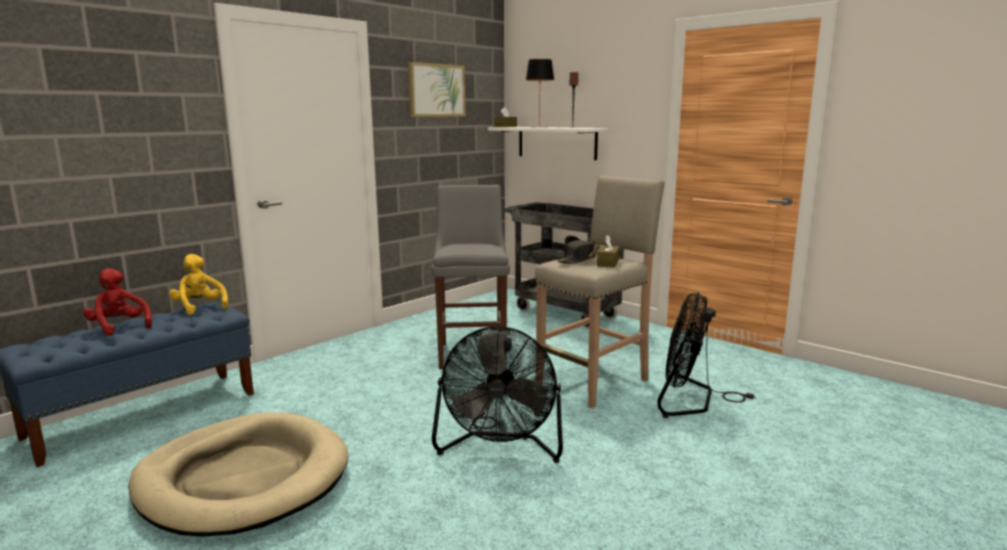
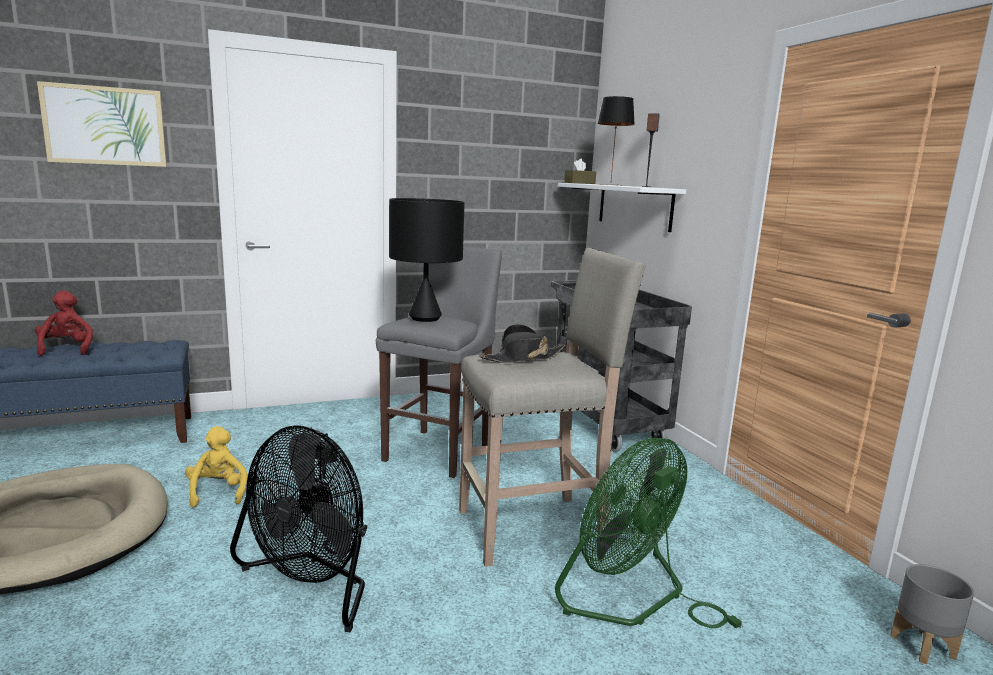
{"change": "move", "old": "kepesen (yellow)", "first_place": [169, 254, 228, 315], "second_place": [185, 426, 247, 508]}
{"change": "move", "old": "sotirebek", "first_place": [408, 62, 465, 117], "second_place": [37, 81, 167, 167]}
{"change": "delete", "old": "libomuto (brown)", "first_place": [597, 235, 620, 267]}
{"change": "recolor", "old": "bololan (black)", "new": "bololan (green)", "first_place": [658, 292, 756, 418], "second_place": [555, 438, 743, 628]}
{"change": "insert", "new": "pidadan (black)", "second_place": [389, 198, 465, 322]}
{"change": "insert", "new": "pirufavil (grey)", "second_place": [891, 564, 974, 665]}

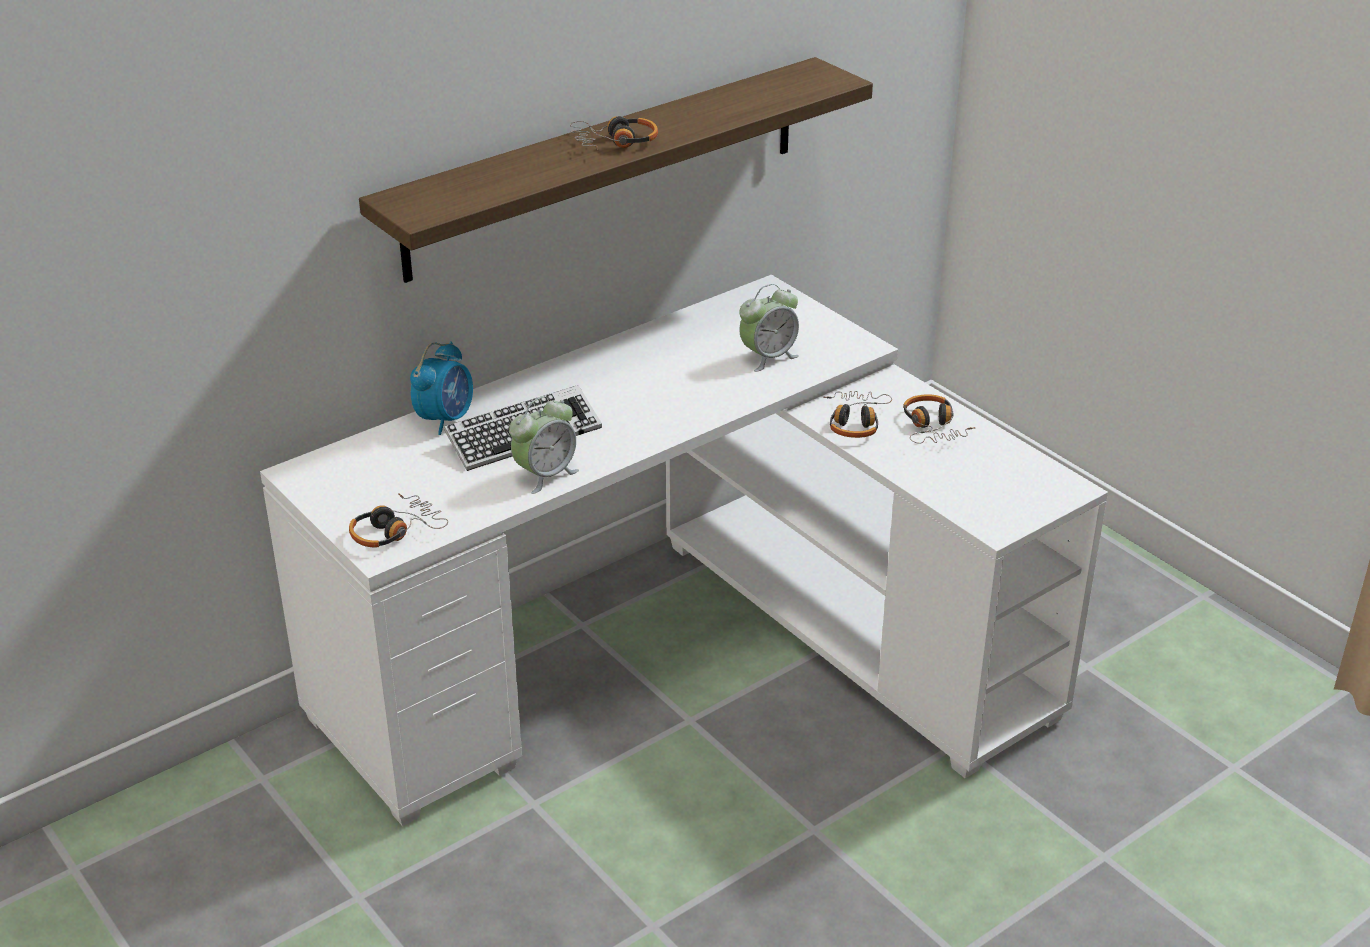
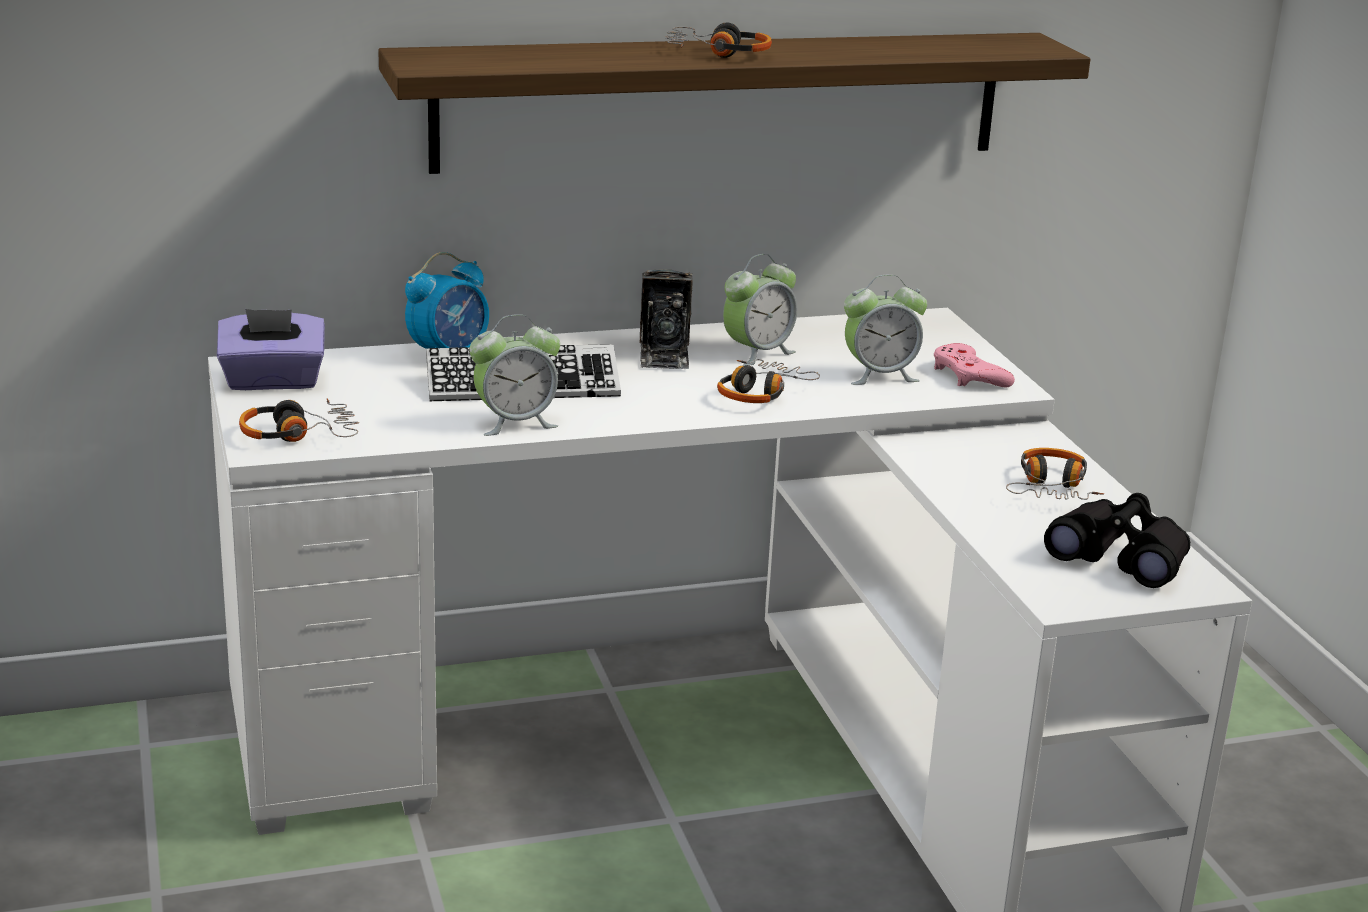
{"change": "move", "old": "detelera", "first_place": [823, 391, 892, 438], "second_place": [717, 359, 820, 403]}
{"change": "insert", "new": "libomuto (purple)", "second_place": [217, 309, 325, 390]}
{"change": "insert", "new": "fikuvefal", "second_place": [640, 269, 693, 369]}
{"change": "insert", "new": "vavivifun", "second_place": [723, 254, 797, 366]}
{"change": "insert", "new": "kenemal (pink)", "second_place": [934, 343, 1015, 388]}
{"change": "insert", "new": "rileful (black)", "second_place": [1044, 493, 1190, 588]}

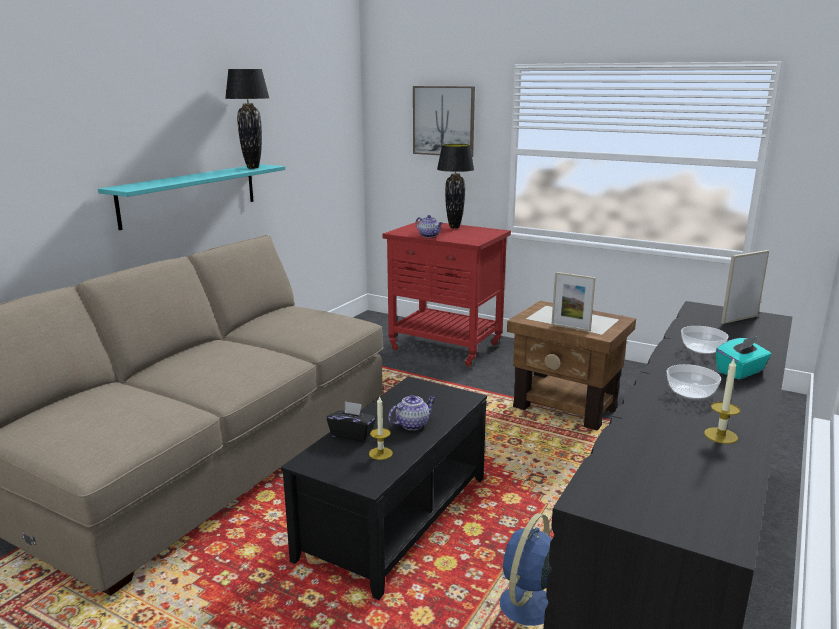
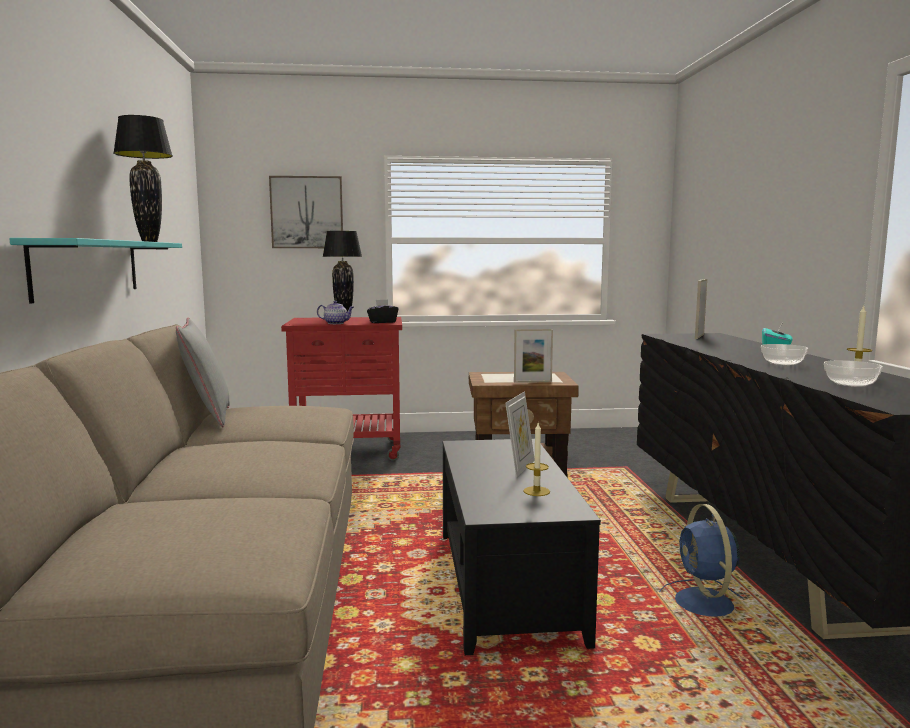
{"change": "move", "old": "libomuto (black)", "first_place": [327, 401, 376, 442], "second_place": [367, 299, 398, 323]}
{"change": "replace", "old": "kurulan", "new": "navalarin", "first_place": [388, 395, 436, 430], "second_place": [505, 392, 535, 477]}
{"change": "move", "old": "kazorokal", "first_place": [681, 326, 728, 354], "second_place": [824, 360, 883, 387]}
{"change": "insert", "new": "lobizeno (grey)", "second_place": [176, 317, 230, 428]}

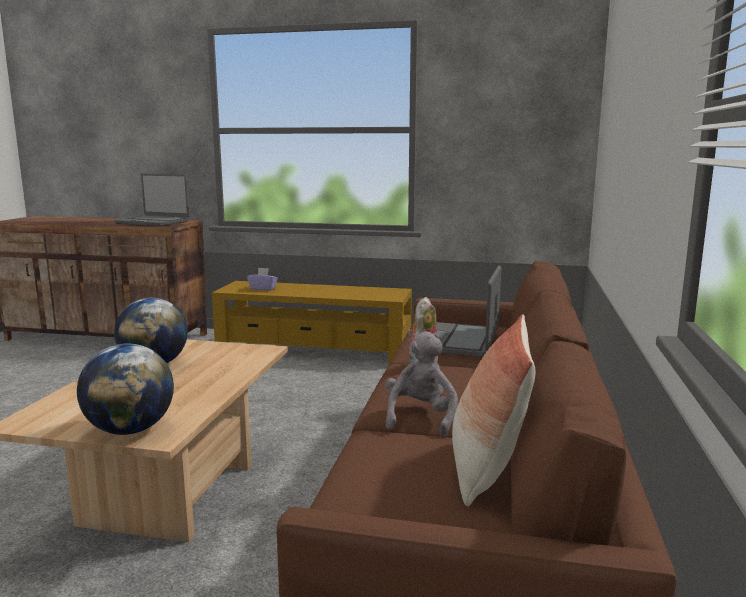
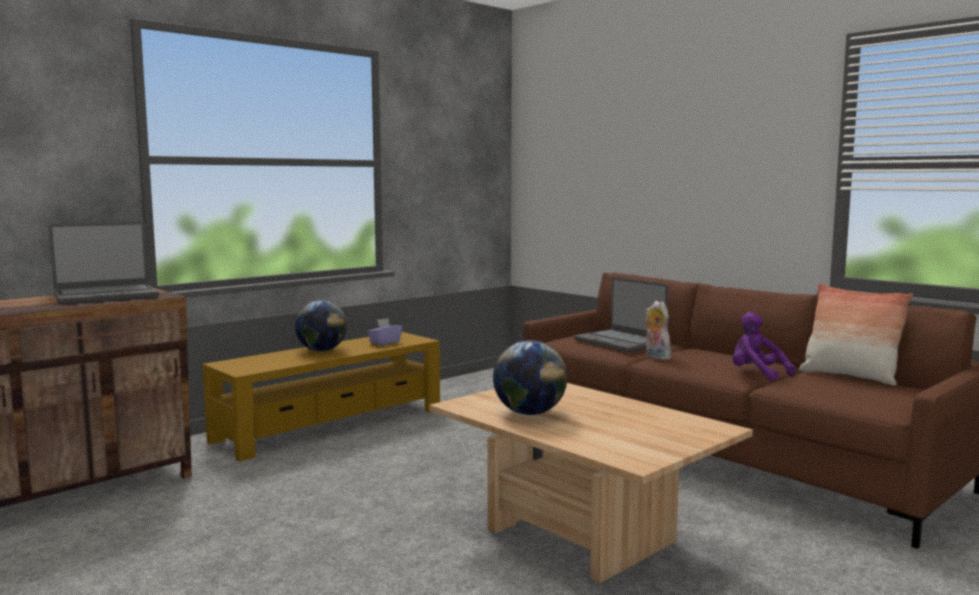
{"change": "move", "old": "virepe", "first_place": [77, 343, 174, 435], "second_place": [295, 300, 347, 351]}
{"change": "move", "old": "libomuto (purple)", "first_place": [247, 268, 278, 291], "second_place": [367, 318, 402, 345]}
{"change": "recolor", "old": "kepesen (grey)", "new": "kepesen (purple)", "first_place": [386, 331, 458, 437], "second_place": [732, 312, 795, 381]}

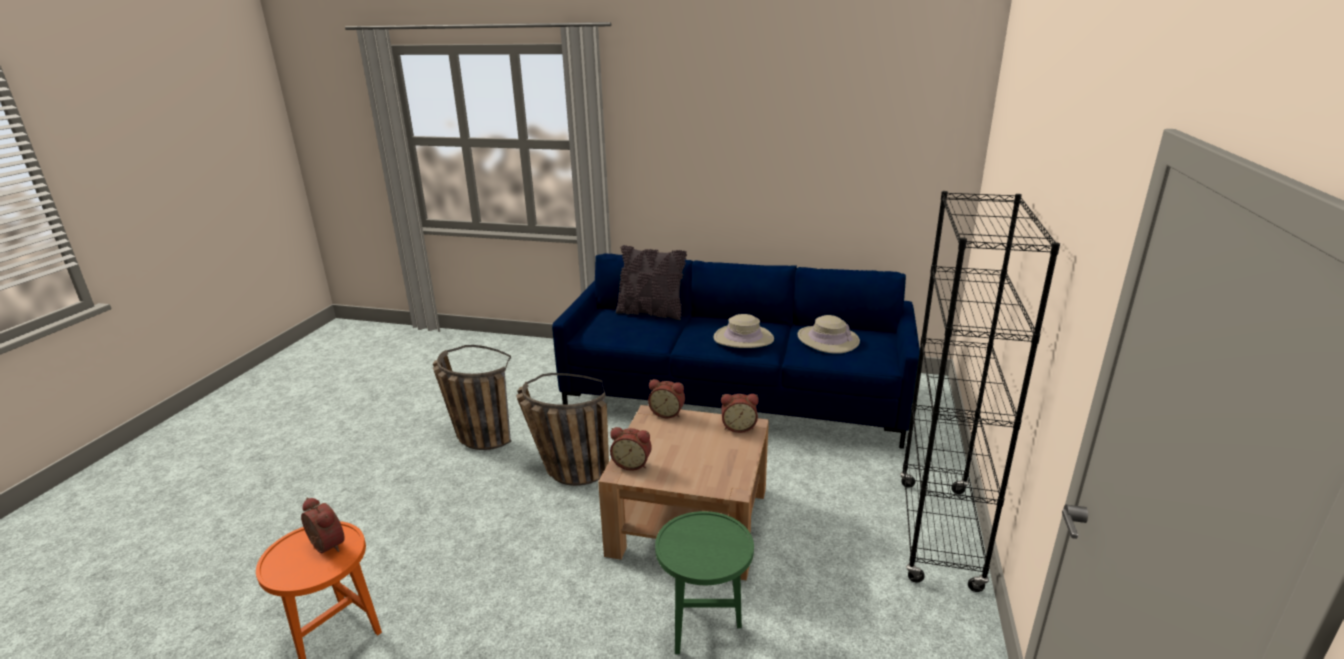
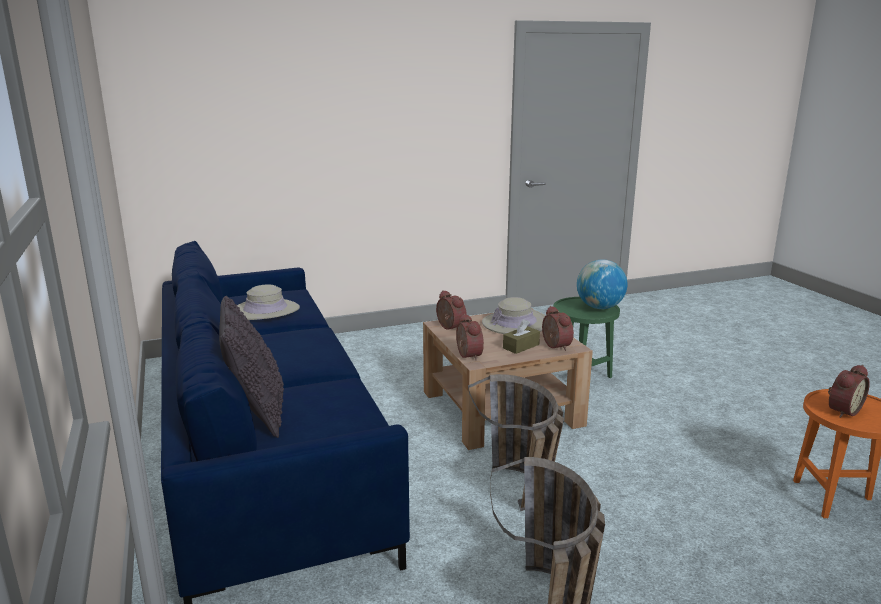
{"change": "rotate", "old": "vavivifun", "first_place": [301, 497, 345, 554], "second_place": [828, 365, 870, 418], "degrees": -135}
{"change": "move", "old": "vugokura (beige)", "first_place": [713, 314, 774, 348], "second_place": [482, 297, 546, 334]}
{"change": "delete", "old": "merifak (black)", "first_place": [900, 191, 1060, 592]}
{"change": "insert", "new": "libomuto (brown)", "second_place": [503, 319, 540, 354]}
{"change": "insert", "new": "virepe", "second_place": [577, 259, 628, 309]}

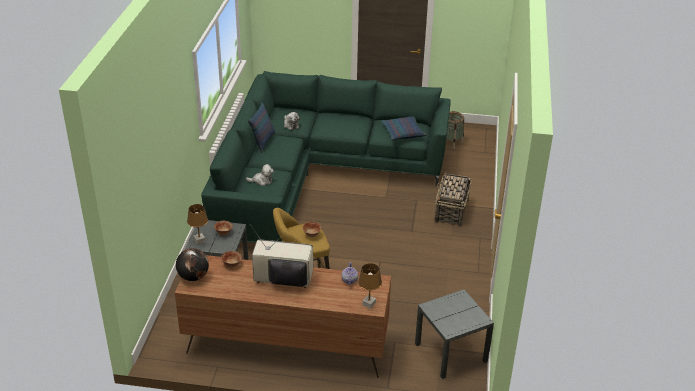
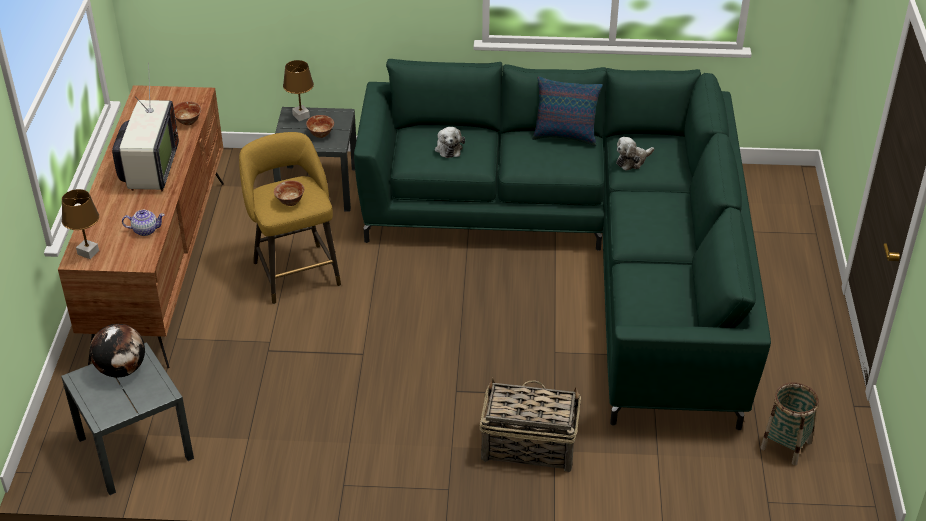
{"change": "move", "old": "virepe", "first_place": [176, 248, 209, 281], "second_place": [90, 324, 145, 378]}
{"change": "delete", "old": "lobizeno (blue)", "first_place": [382, 116, 427, 140]}

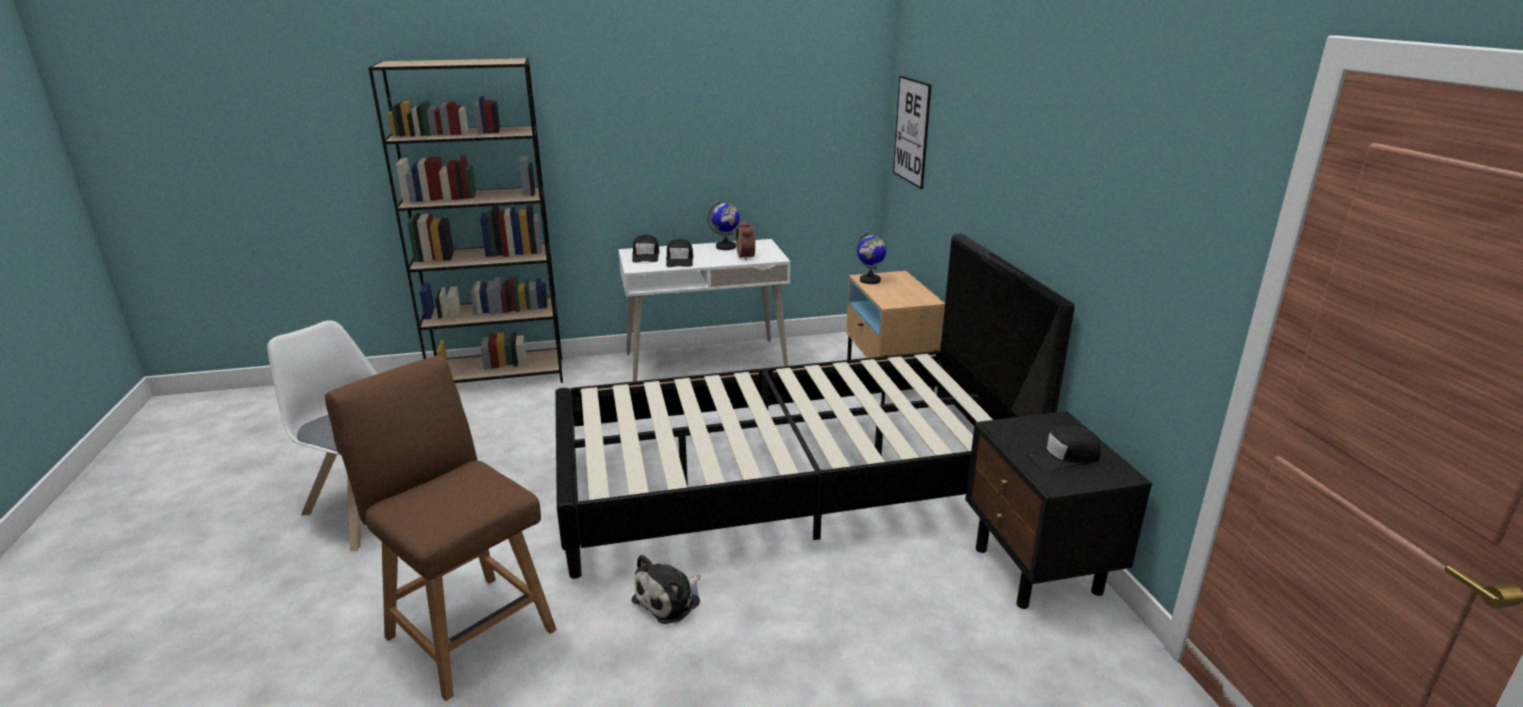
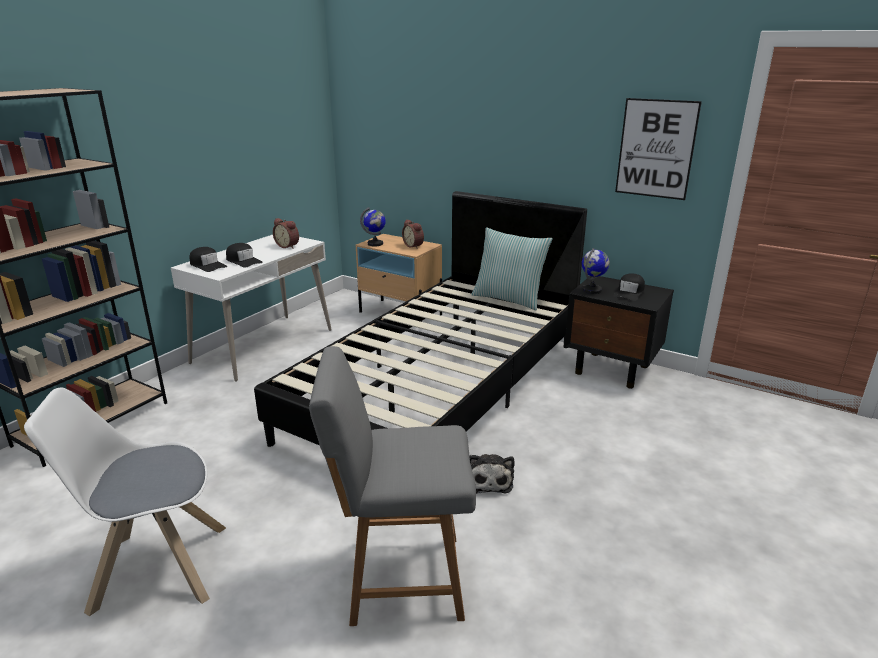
{"change": "recolor", "old": "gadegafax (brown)", "new": "gadegafax (grey)", "first_place": [325, 355, 557, 701], "second_place": [309, 346, 476, 626]}
{"change": "move", "old": "virepe", "first_place": [707, 200, 740, 250], "second_place": [582, 248, 609, 294]}
{"change": "move", "old": "sotirebek", "first_place": [893, 76, 932, 189], "second_place": [615, 98, 702, 200]}
{"change": "insert", "new": "vavivifun", "second_place": [402, 219, 424, 249]}
{"change": "insert", "new": "lobizeno", "second_place": [471, 227, 553, 311]}

